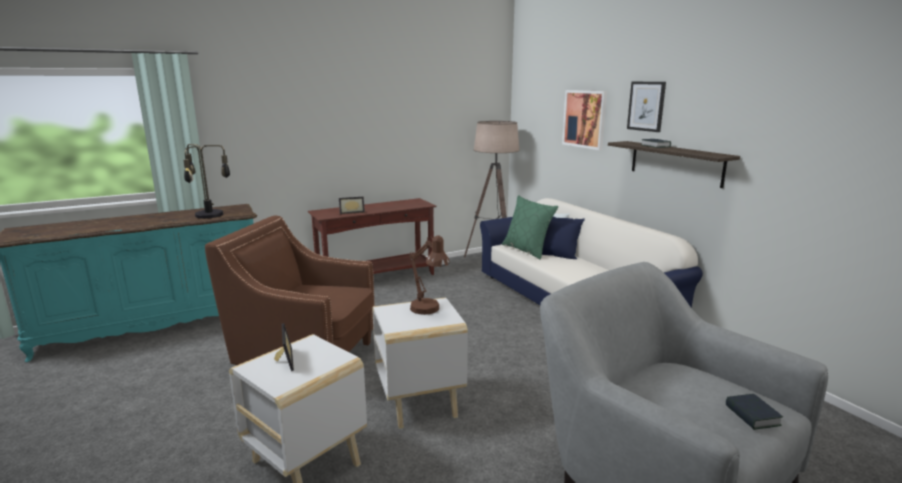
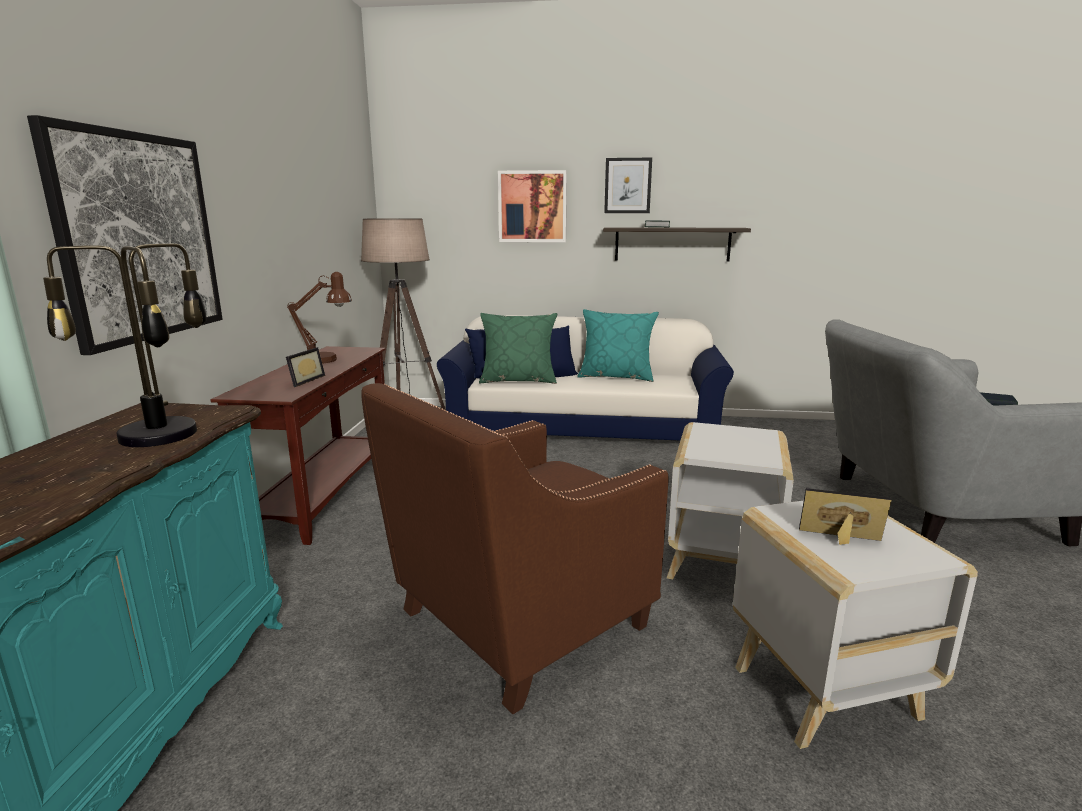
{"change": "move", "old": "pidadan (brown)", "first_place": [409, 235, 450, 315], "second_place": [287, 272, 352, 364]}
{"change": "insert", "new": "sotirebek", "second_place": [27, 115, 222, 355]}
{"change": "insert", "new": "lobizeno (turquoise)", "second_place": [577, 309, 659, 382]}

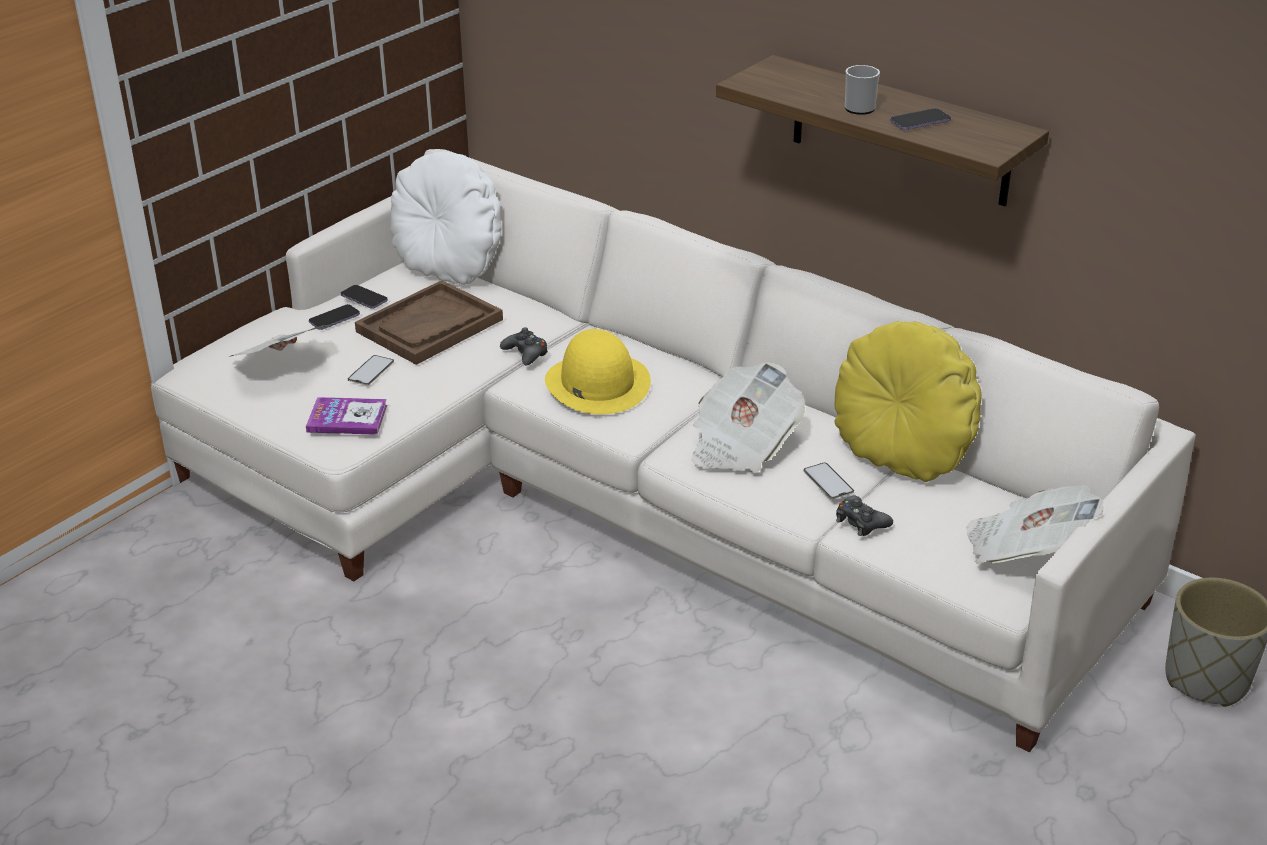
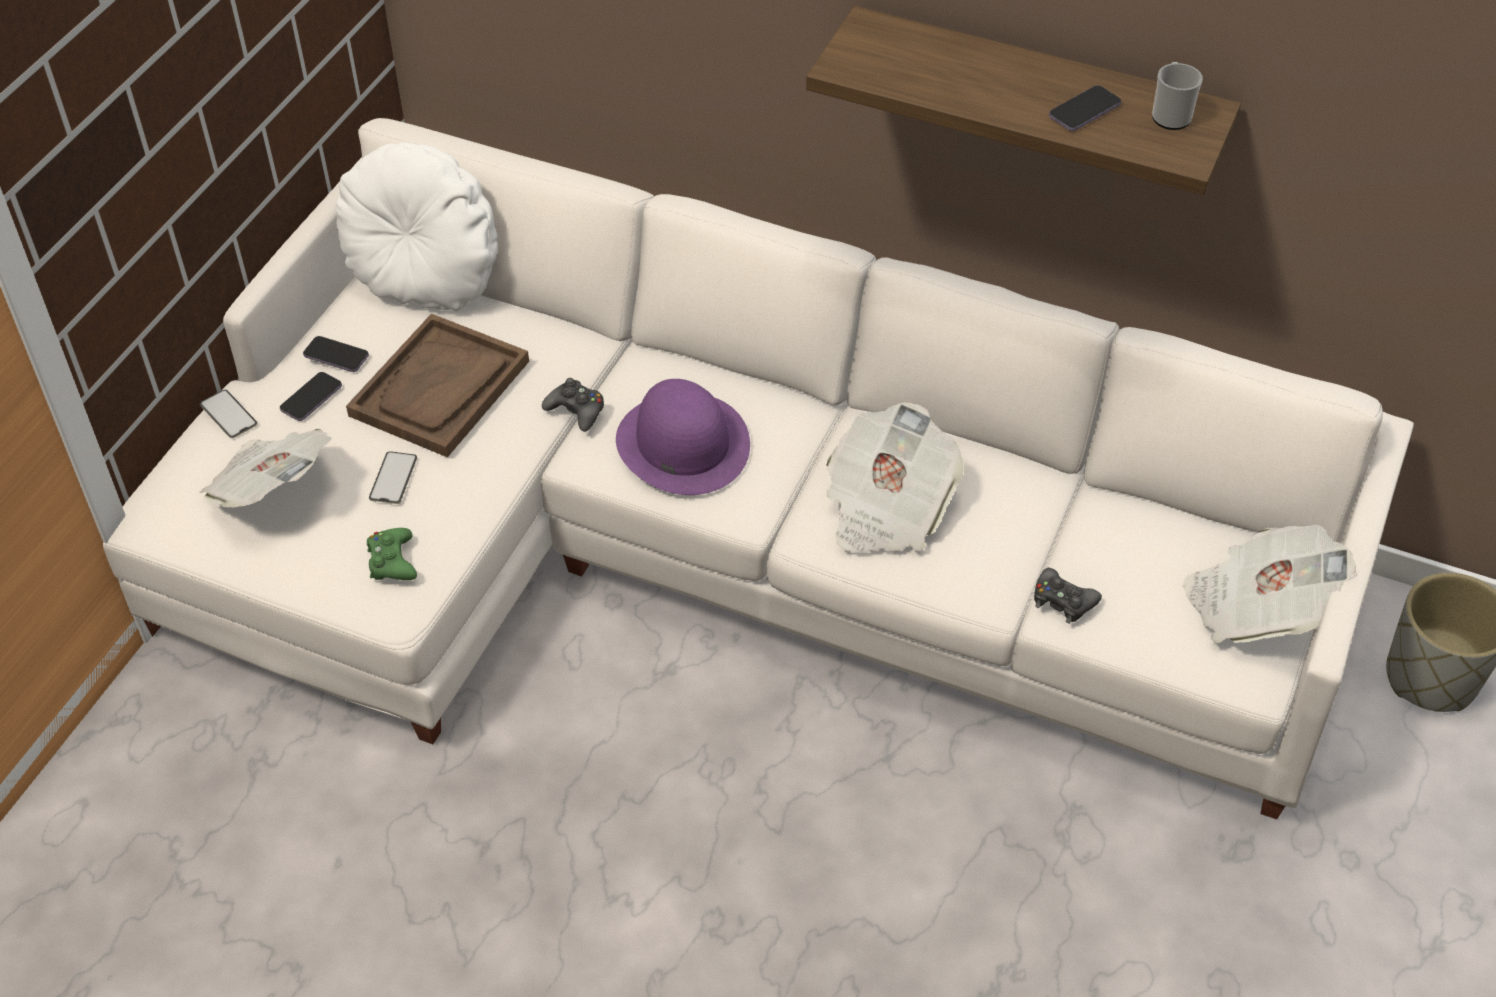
{"change": "replace", "old": "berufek", "new": "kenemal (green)", "first_place": [306, 397, 387, 435], "second_place": [367, 528, 417, 580]}
{"change": "recolor", "old": "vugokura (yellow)", "new": "vugokura (purple)", "first_place": [545, 329, 651, 414], "second_place": [616, 379, 750, 495]}
{"change": "move", "old": "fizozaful", "first_place": [803, 462, 854, 499], "second_place": [200, 390, 257, 438]}
{"change": "delete", "old": "lobizeno (yellow)", "first_place": [835, 321, 982, 482]}
{"change": "move", "old": "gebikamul", "first_place": [845, 65, 880, 115], "second_place": [1152, 62, 1203, 130]}

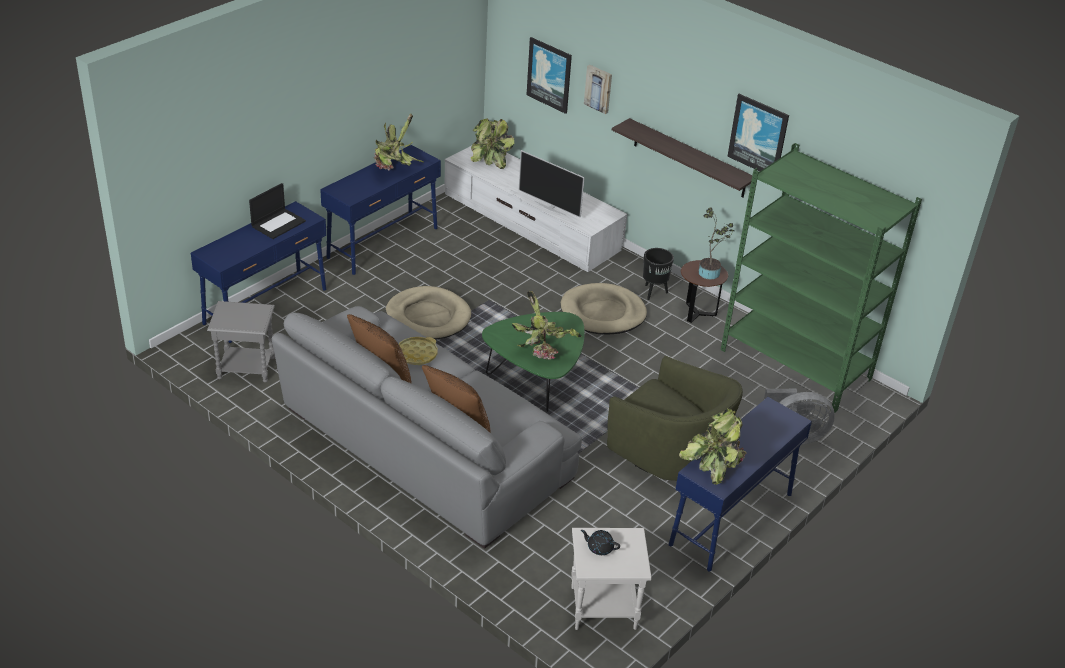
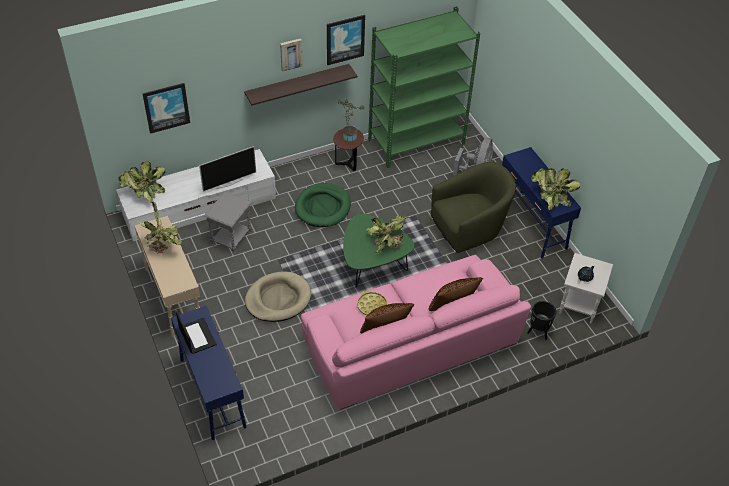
{"change": "move", "old": "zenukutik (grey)", "first_place": [207, 301, 275, 382], "second_place": [204, 191, 252, 254]}
{"change": "recolor", "old": "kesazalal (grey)", "new": "kesazalal (pink)", "first_place": [272, 306, 582, 549], "second_place": [301, 255, 531, 409]}
{"change": "recolor", "old": "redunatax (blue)", "new": "redunatax (beige)", "first_place": [320, 145, 441, 275], "second_place": [134, 216, 200, 338]}
{"change": "recolor", "old": "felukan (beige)", "new": "felukan (green)", "first_place": [561, 283, 647, 335], "second_place": [295, 183, 351, 227]}
{"change": "move", "old": "sotirebek", "first_place": [584, 65, 612, 114], "second_place": [280, 38, 303, 72]}
{"change": "move", "old": "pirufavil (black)", "first_place": [643, 248, 674, 300], "second_place": [527, 301, 556, 340]}

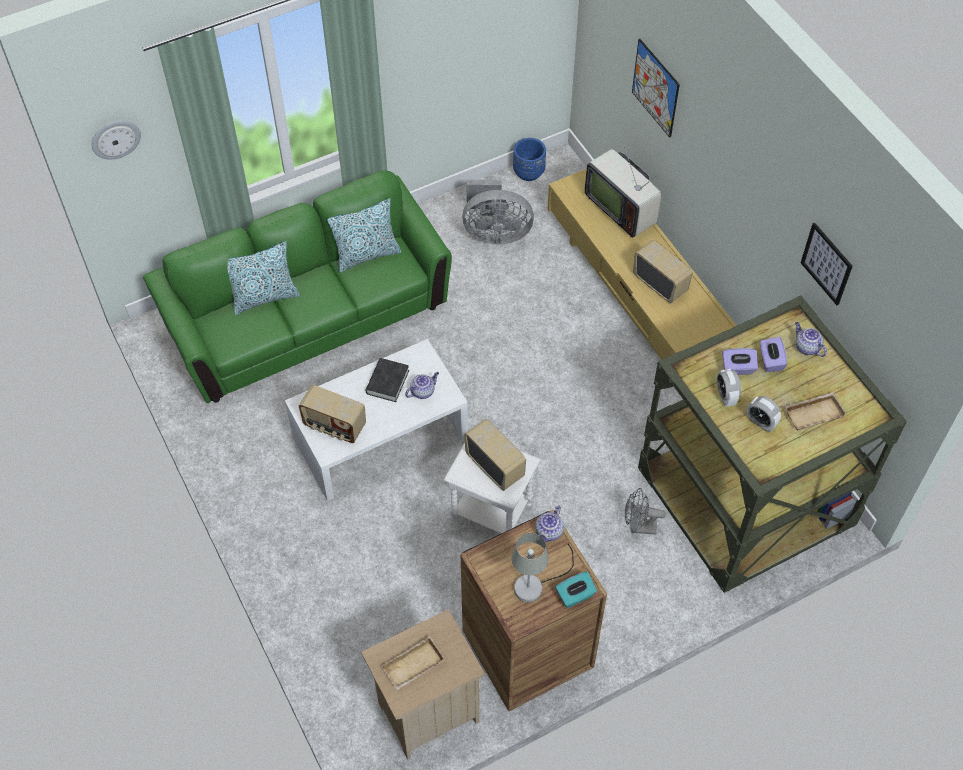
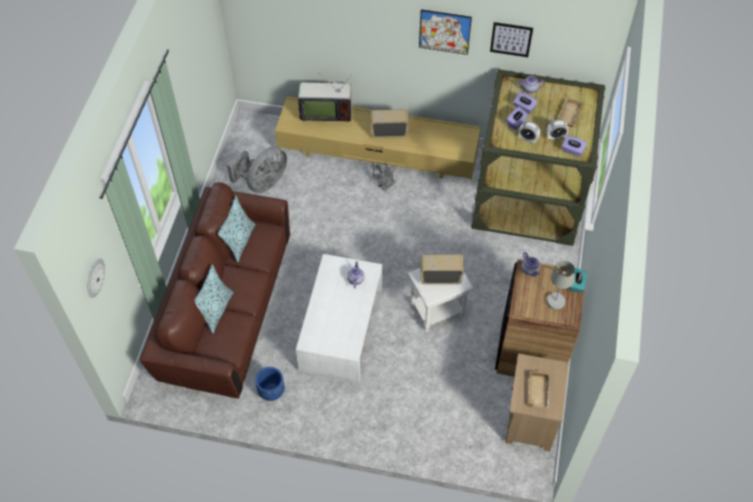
{"change": "recolor", "old": "kesazalal (green)", "new": "kesazalal (brown)", "first_place": [143, 171, 452, 403], "second_place": [140, 182, 290, 399]}
{"change": "delete", "old": "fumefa", "first_place": [299, 385, 366, 443]}
{"change": "delete", "old": "berufek (black)", "first_place": [366, 358, 409, 402]}
{"change": "move", "old": "pirufavil (blue)", "first_place": [513, 138, 546, 181], "second_place": [255, 367, 285, 401]}
{"change": "move", "old": "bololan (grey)", "first_place": [625, 488, 666, 535], "second_place": [373, 162, 396, 191]}
{"change": "move", "old": "sotirebek", "first_place": [632, 39, 680, 138], "second_place": [419, 10, 472, 55]}
{"change": "insert", "new": "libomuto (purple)", "second_place": [562, 135, 587, 157]}

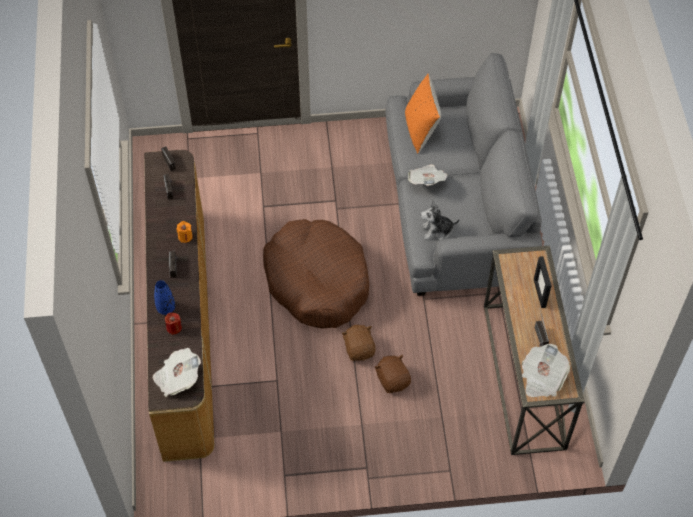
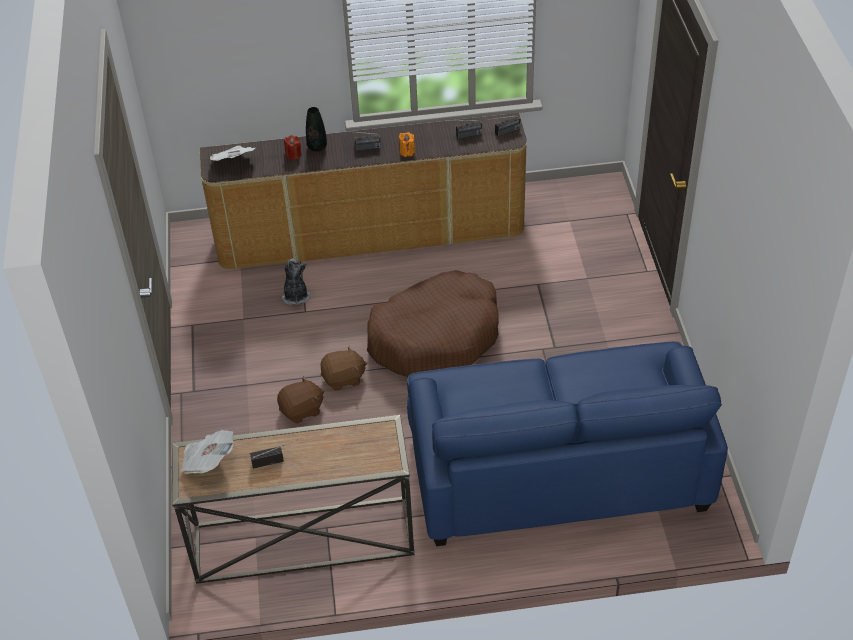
{"change": "recolor", "old": "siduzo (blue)", "new": "siduzo (black)", "first_place": [154, 280, 175, 315], "second_place": [306, 107, 327, 152]}
{"change": "recolor", "old": "kesazalal (grey)", "new": "kesazalal (blue)", "first_place": [385, 53, 542, 296], "second_place": [407, 341, 728, 546]}
{"change": "delete", "old": "lobizeno (orange)", "first_place": [405, 73, 441, 154]}
{"change": "delete", "old": "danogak", "first_place": [408, 164, 448, 186]}
{"change": "move", "old": "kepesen", "first_place": [421, 200, 460, 240], "second_place": [282, 258, 310, 305]}
{"change": "delete", "old": "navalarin", "first_place": [534, 256, 552, 308]}

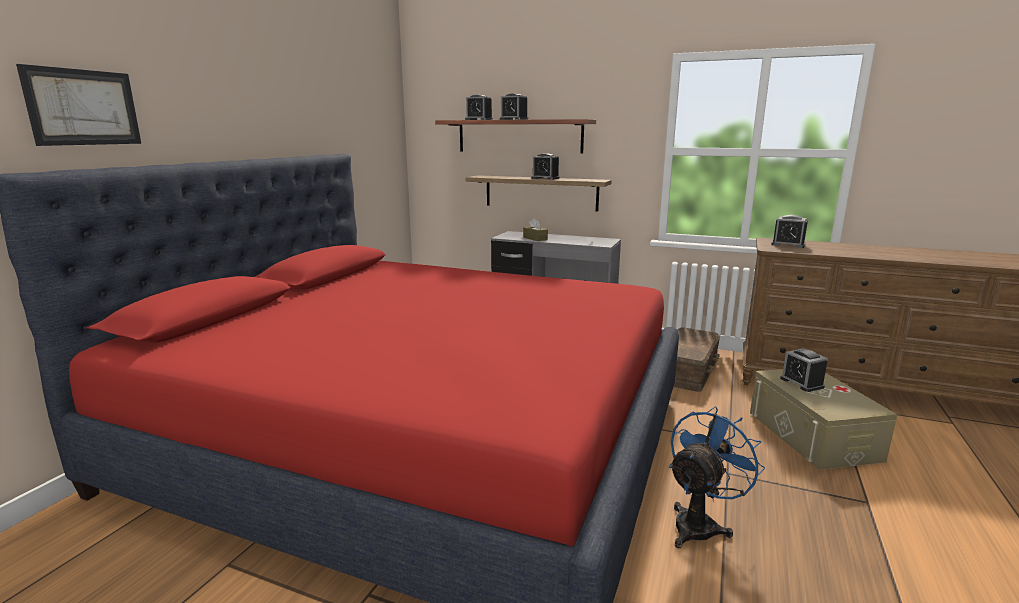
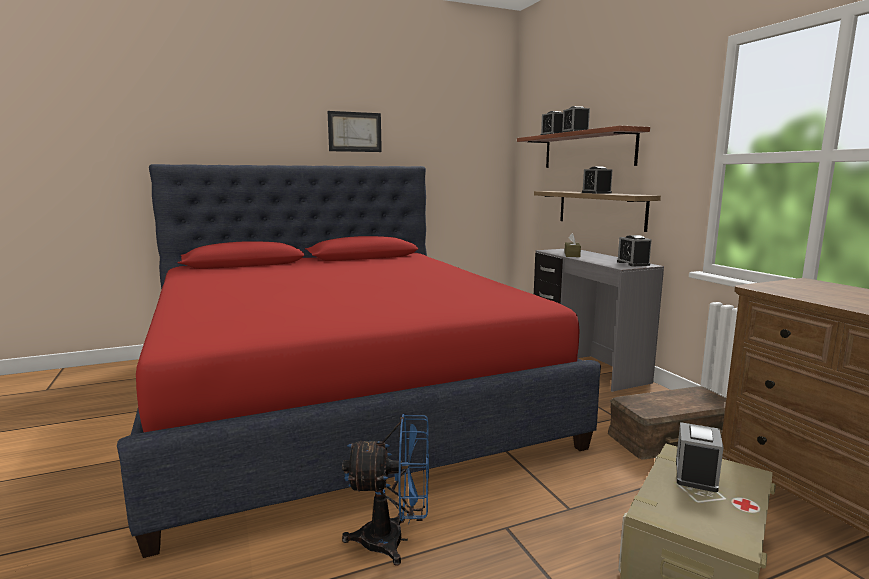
{"change": "move", "old": "sotirebek", "first_place": [16, 64, 141, 146], "second_place": [327, 111, 382, 152]}
{"change": "move", "old": "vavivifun", "first_place": [771, 215, 808, 248], "second_place": [617, 235, 652, 266]}

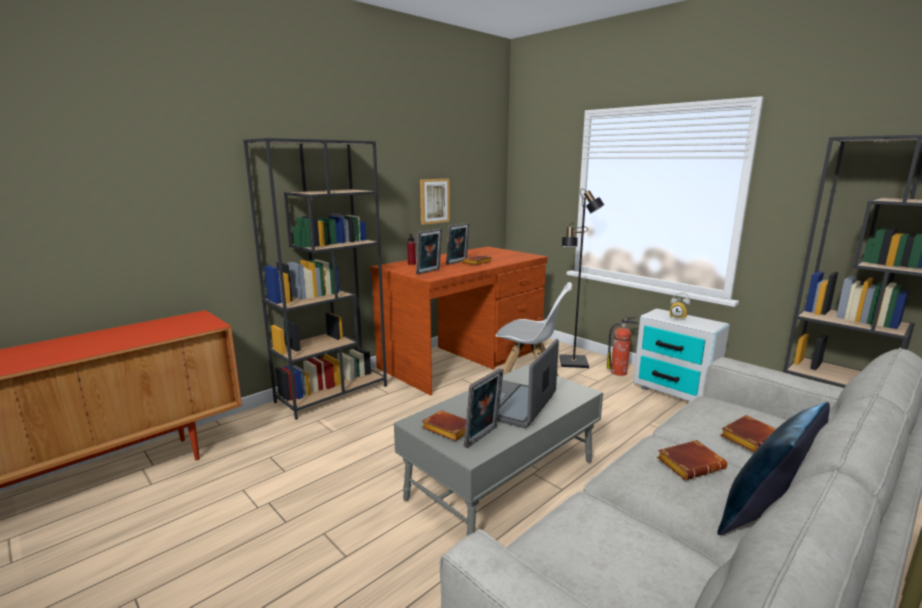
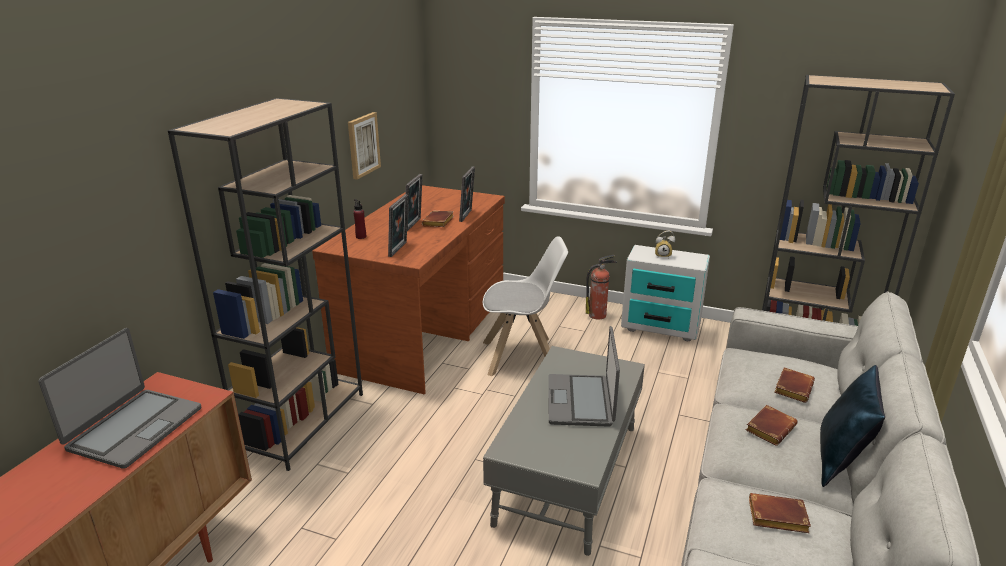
{"change": "move", "old": "berufek (brown)", "first_place": [422, 410, 466, 441], "second_place": [749, 493, 811, 533]}
{"change": "move", "old": "navalarin", "first_place": [464, 368, 504, 448], "second_place": [459, 166, 475, 222]}
{"change": "delete", "old": "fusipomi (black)", "first_place": [559, 189, 604, 368]}
{"change": "insert", "new": "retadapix", "second_place": [38, 328, 201, 469]}

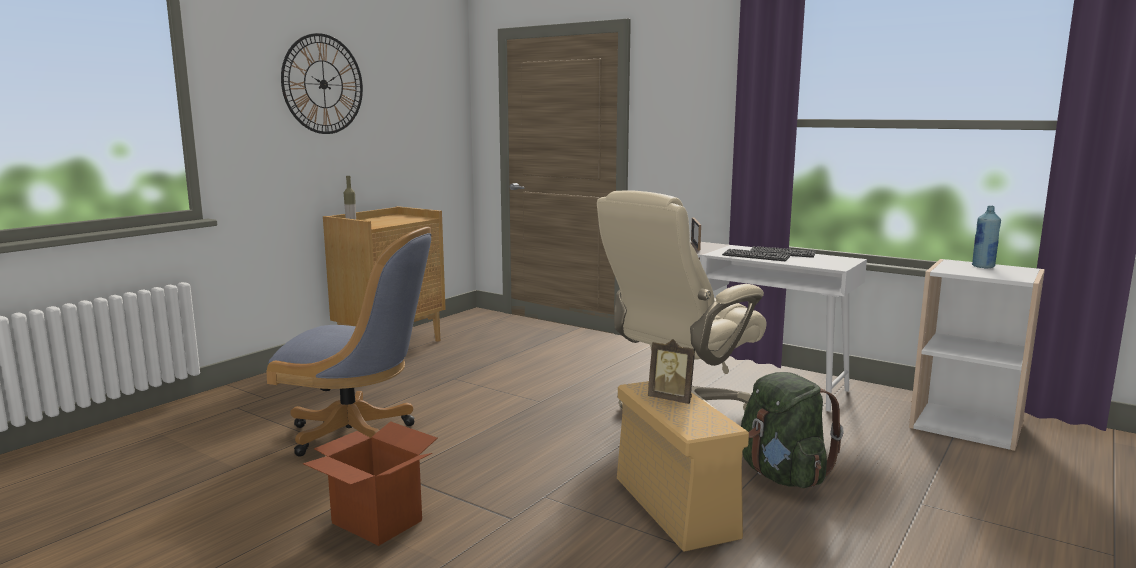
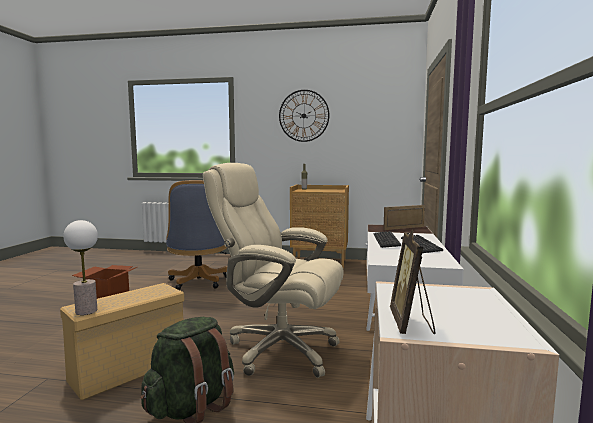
{"change": "move", "old": "navalarin", "first_place": [648, 339, 695, 404], "second_place": [390, 229, 435, 334]}
{"change": "delete", "old": "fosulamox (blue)", "first_place": [972, 206, 1001, 268]}
{"change": "insert", "new": "pidadan", "second_place": [63, 220, 98, 315]}

